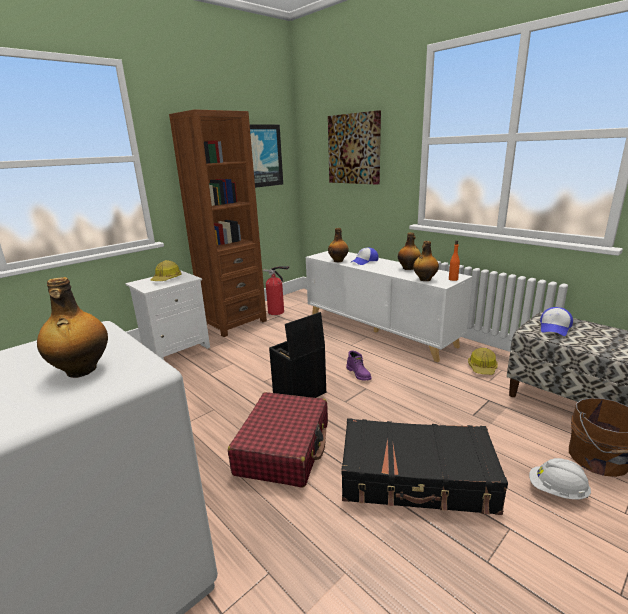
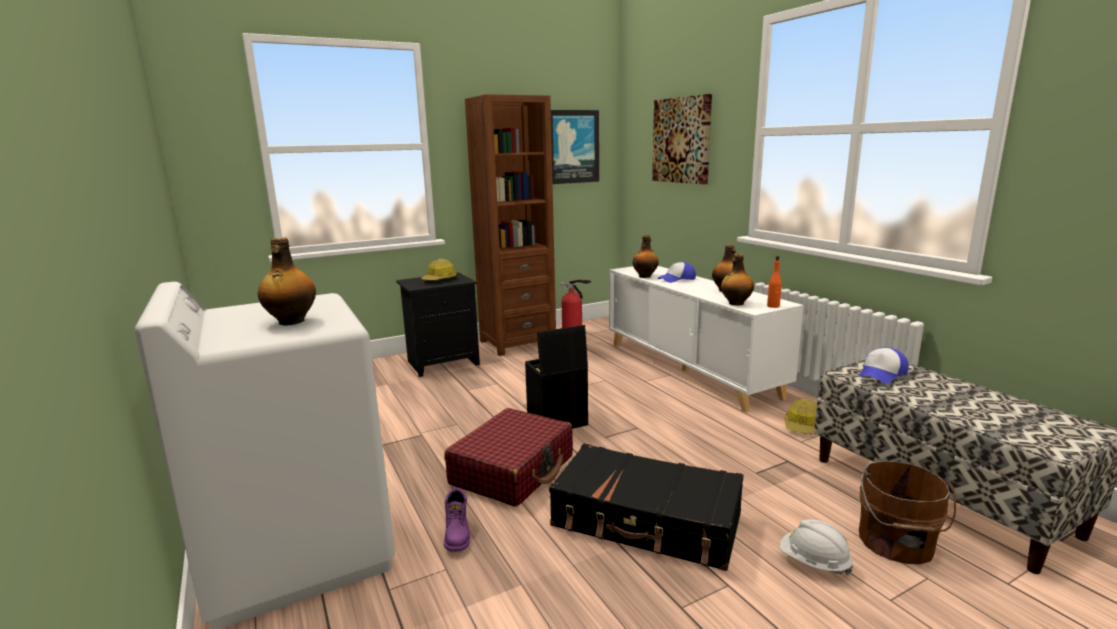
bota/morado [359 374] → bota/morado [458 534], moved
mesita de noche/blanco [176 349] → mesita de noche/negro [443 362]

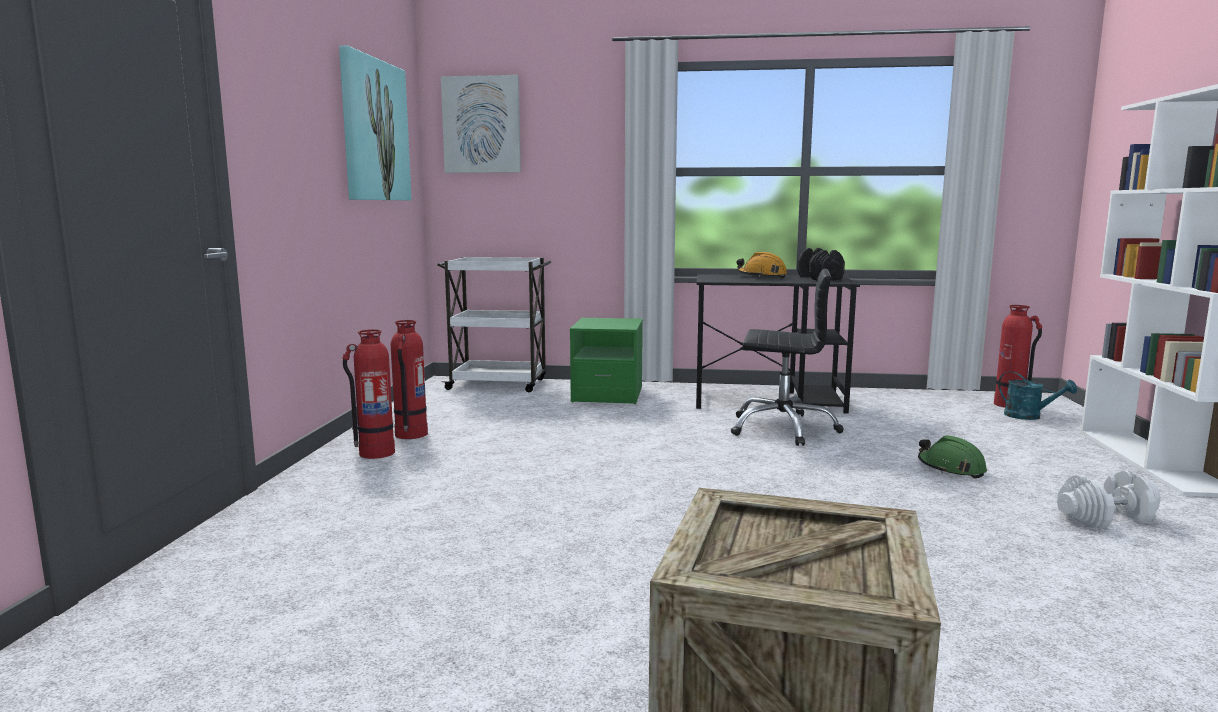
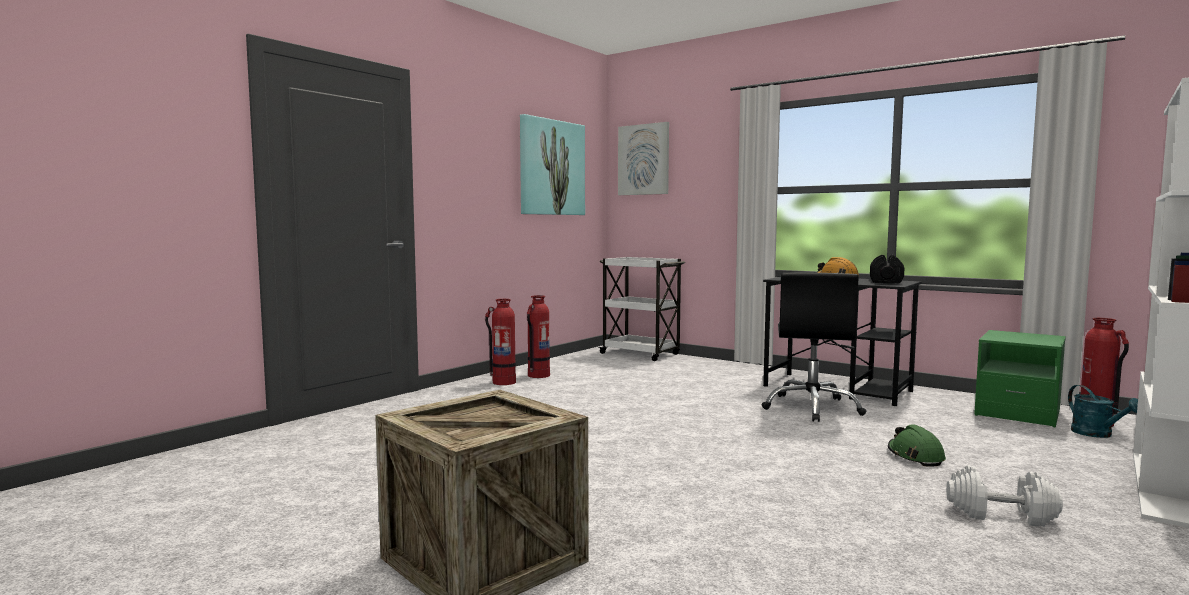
mesita de noche/verde [607 395] → mesita de noche/verde [1017 413], moved
silla de oficina/negro [783 428] → silla de oficina/negro [812 408], 60 degrees clockwise

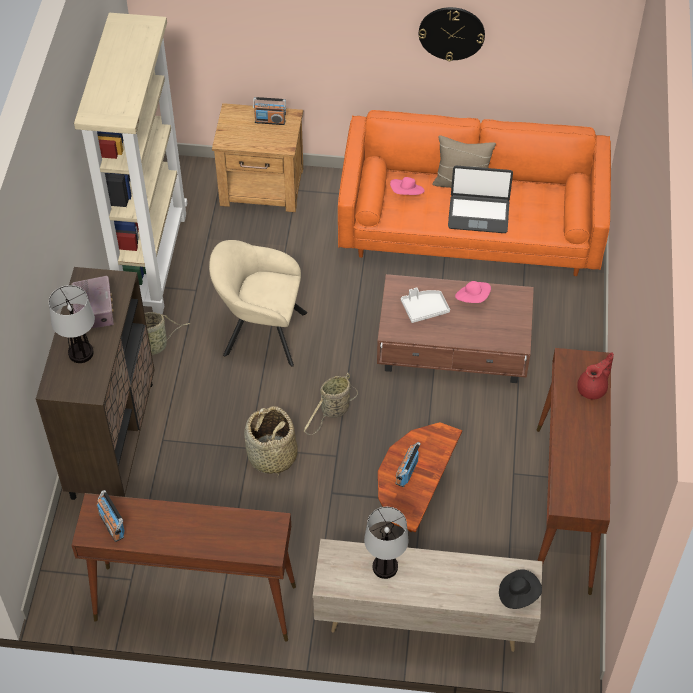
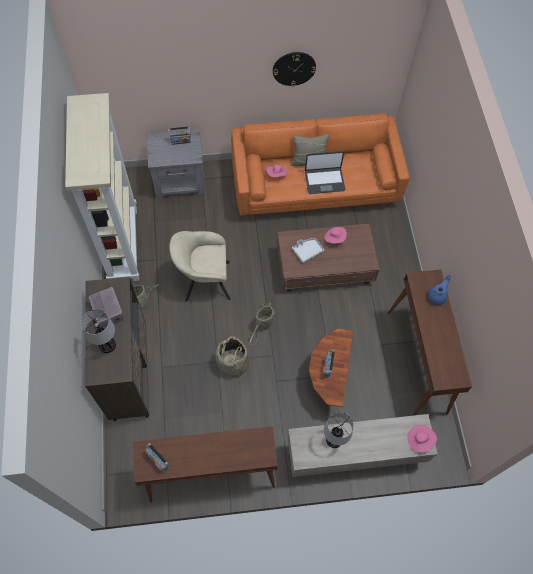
mesita de noche/marrón [263 188] → mesita de noche/gris [180 181]
sombrero/negro [518 594] → sombrero/rosa [420 440]
tetera/rojo [593 388] → tetera/azul [437 296]

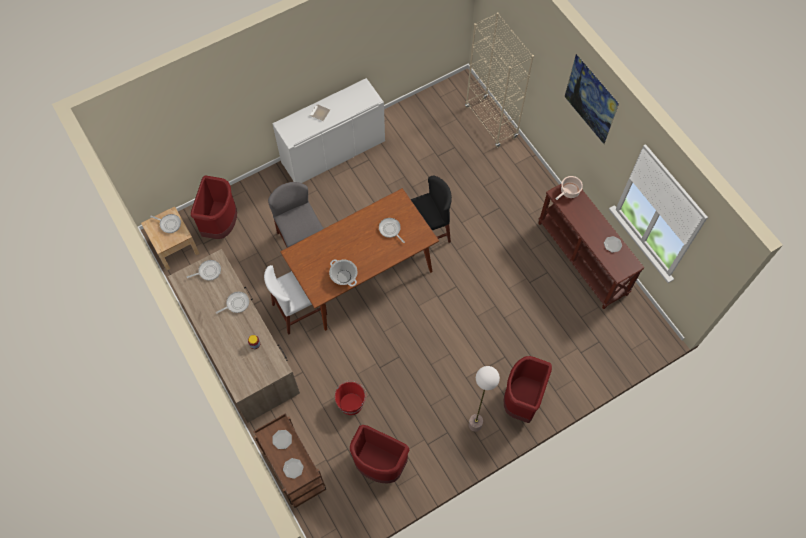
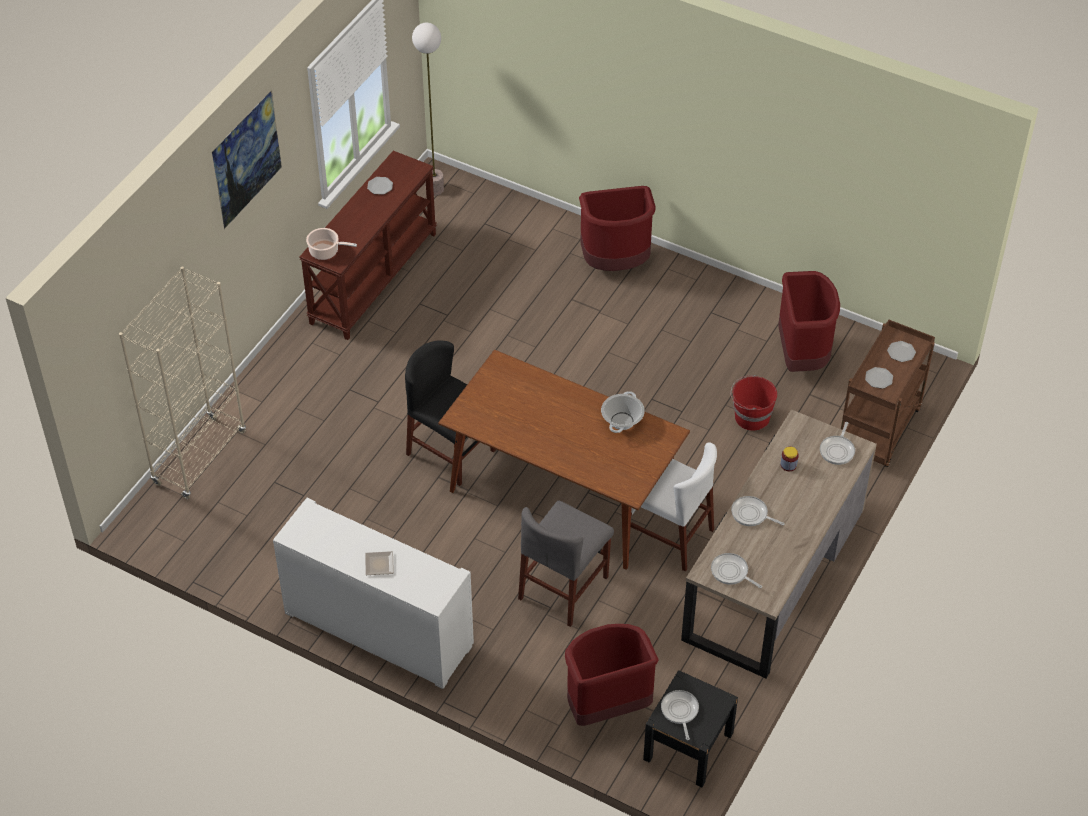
sartén [390 230] → sartén [837 450], moved
lámpara de pie [475 424] → lámpara de pie [434 189], moved
mesita de noche/beis [175 247] → mesita de noche/negro [688 746]

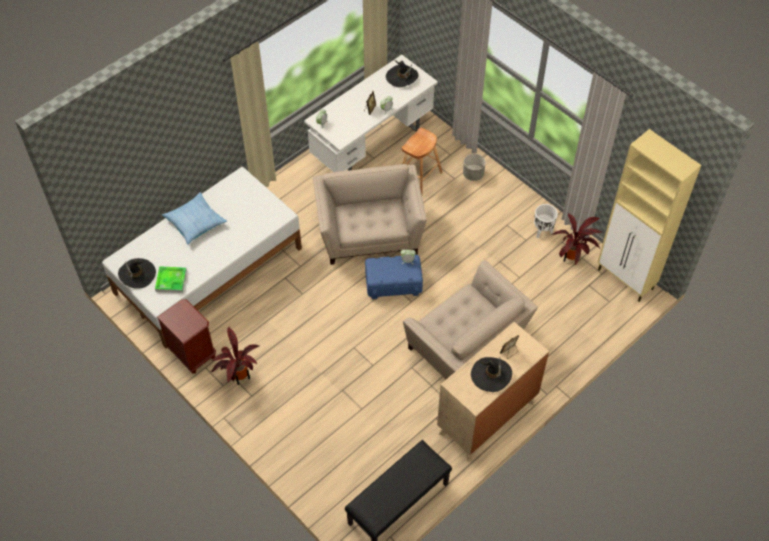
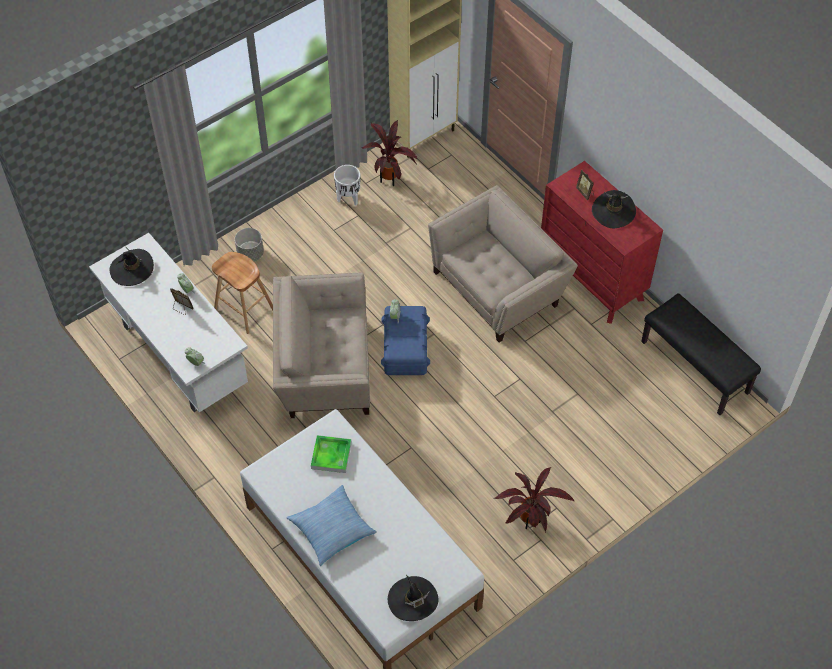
mesita de noche/marrón [193 354] → -
bandeja [171 281] → bandeja [331 455], moved
cómoda/beis [487 418] → cómoda/rojo [592 278]

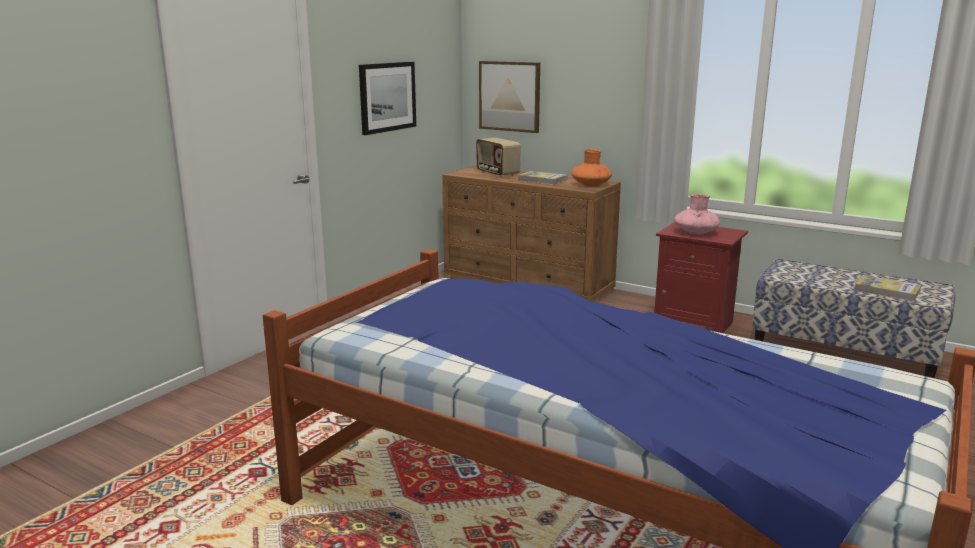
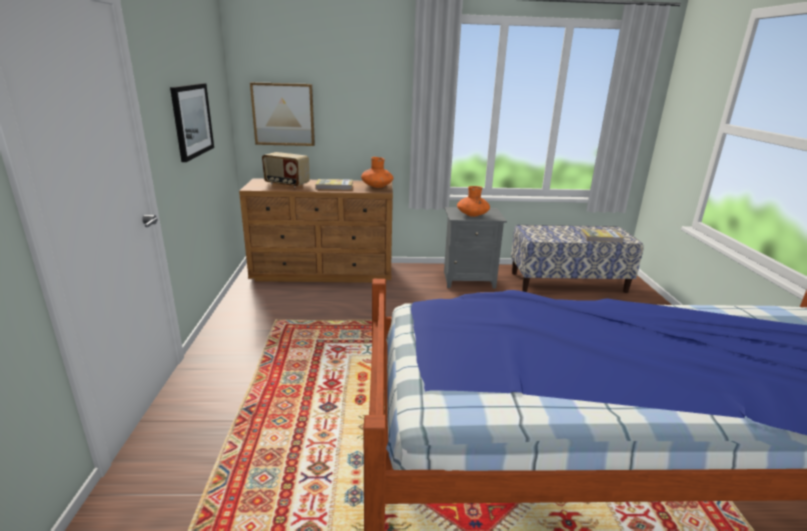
mesita de noche/rojo [694 323] → mesita de noche/gris [468 279]
florero/rosa [695 232] → florero/naranja [472 215]

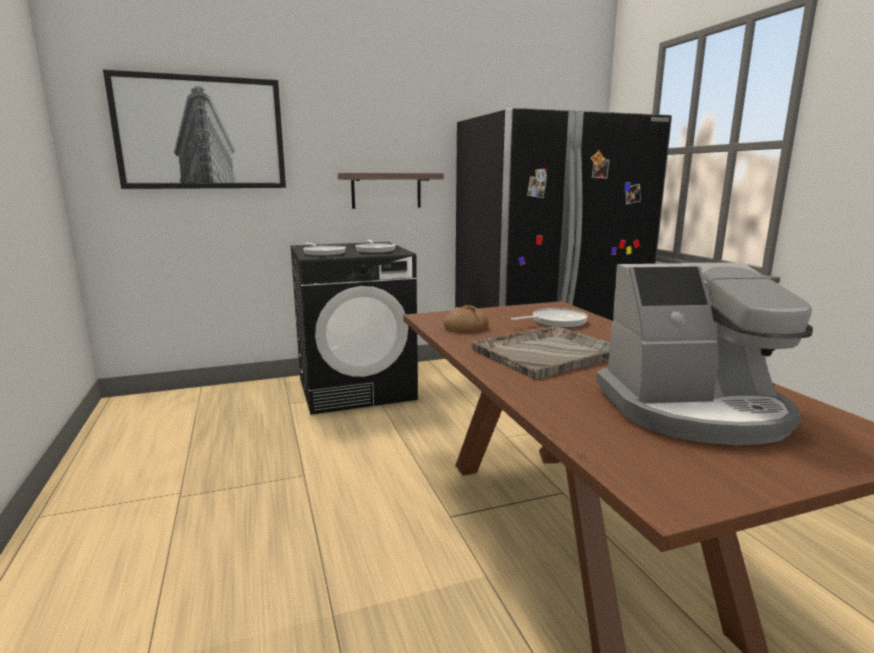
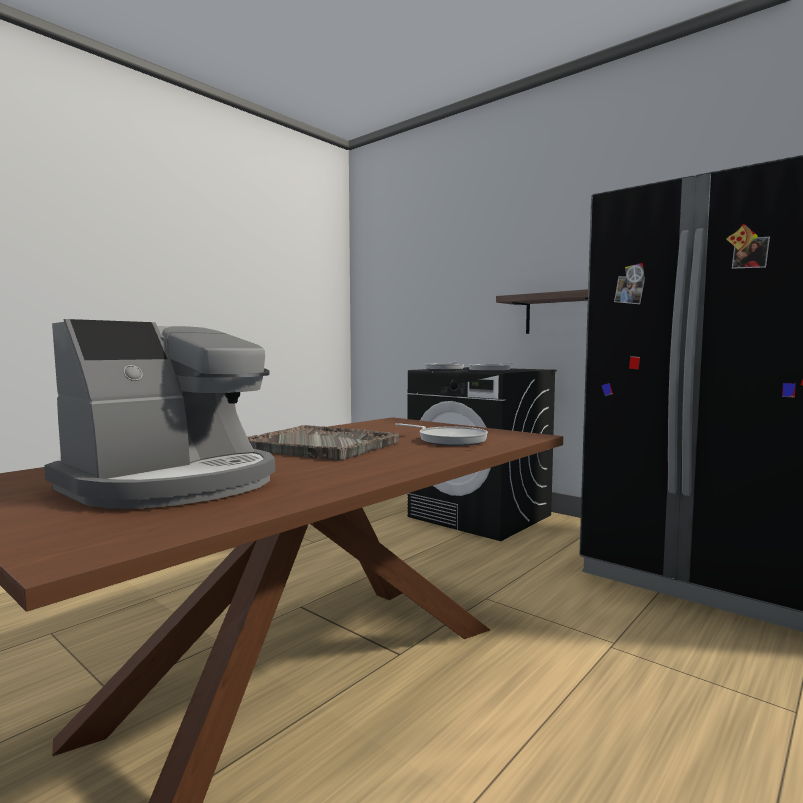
cuadro [201 133] → -
pan [466 328] → -
cafetera [694 409] → cafetera [173 483], 105 degrees counterclockwise

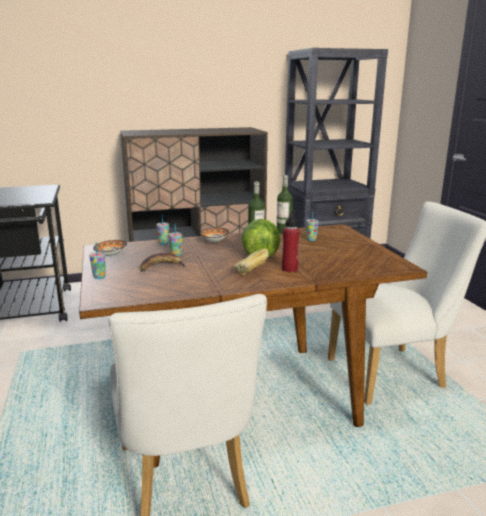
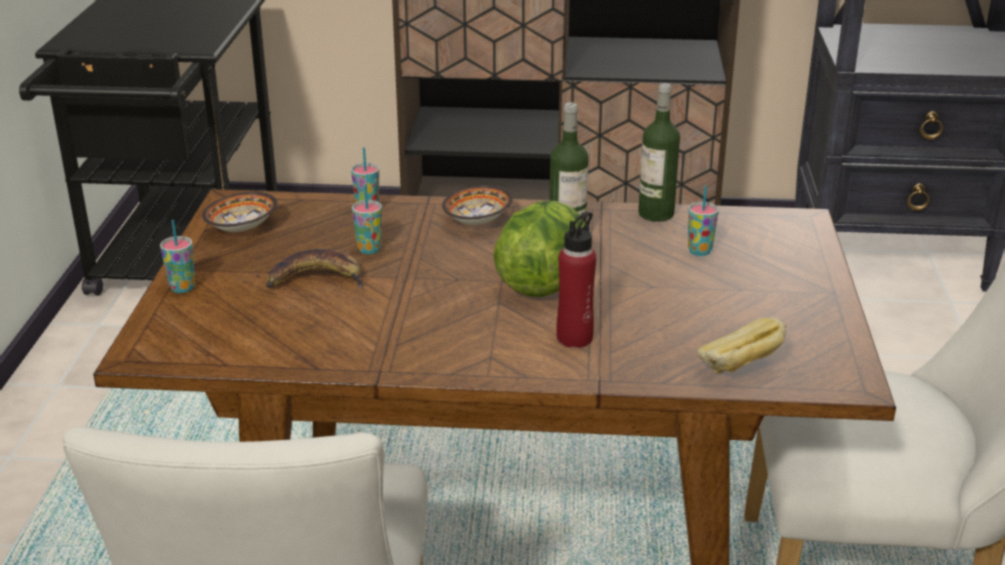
pan [251 273] → pan [739 371], moved

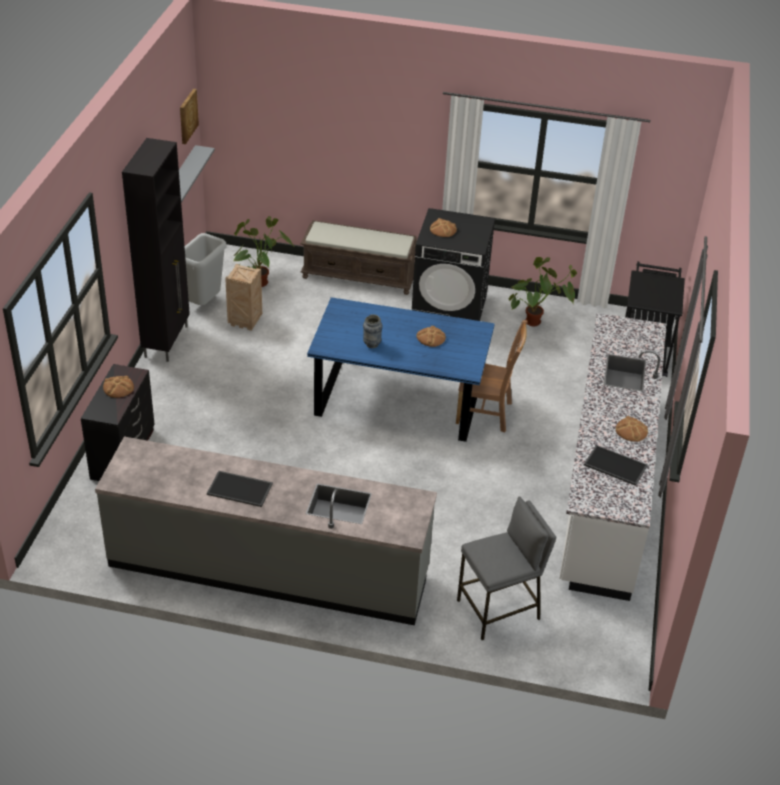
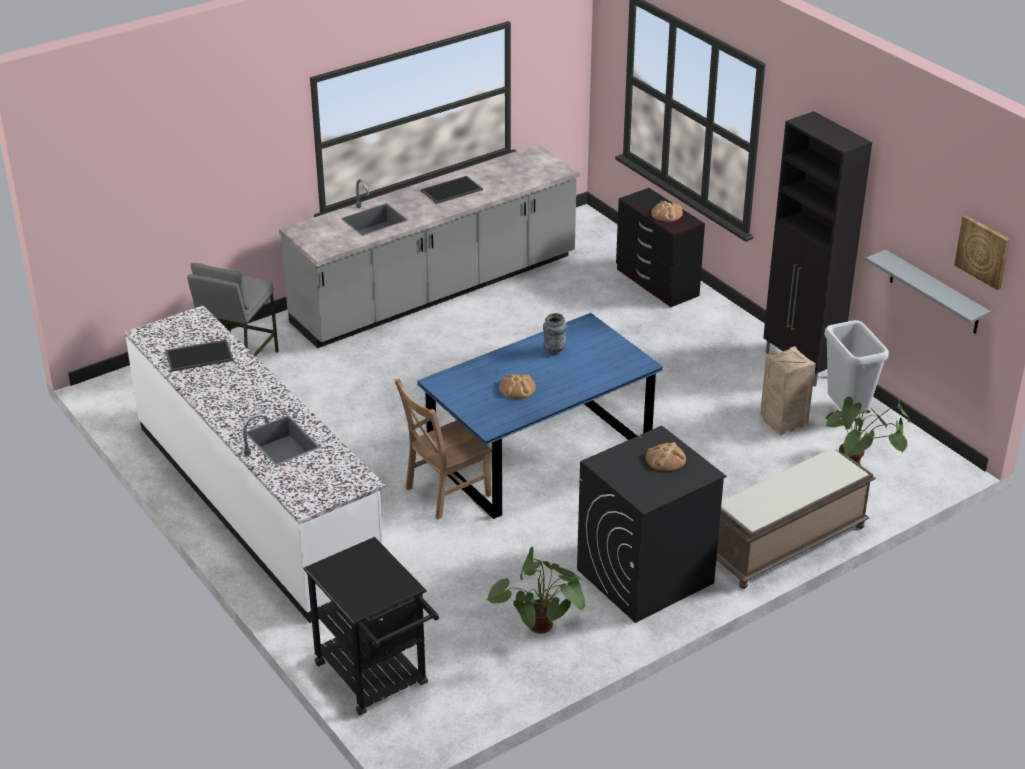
pan [631 430] → -

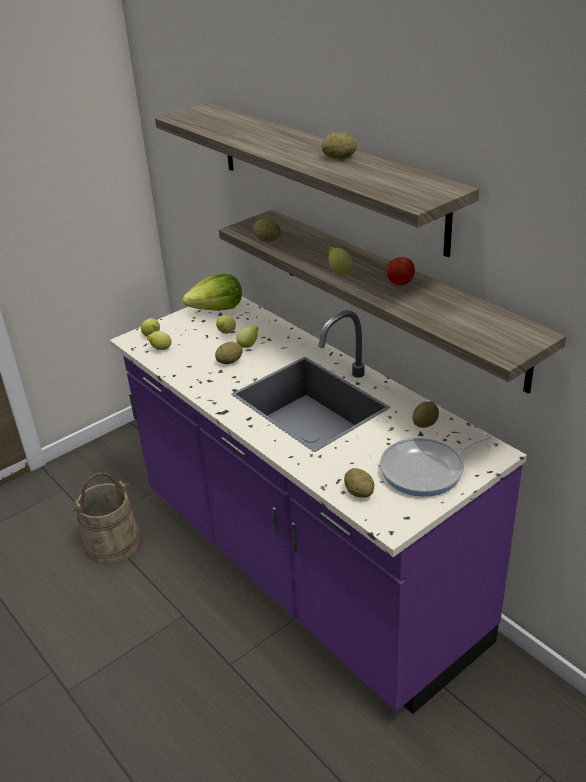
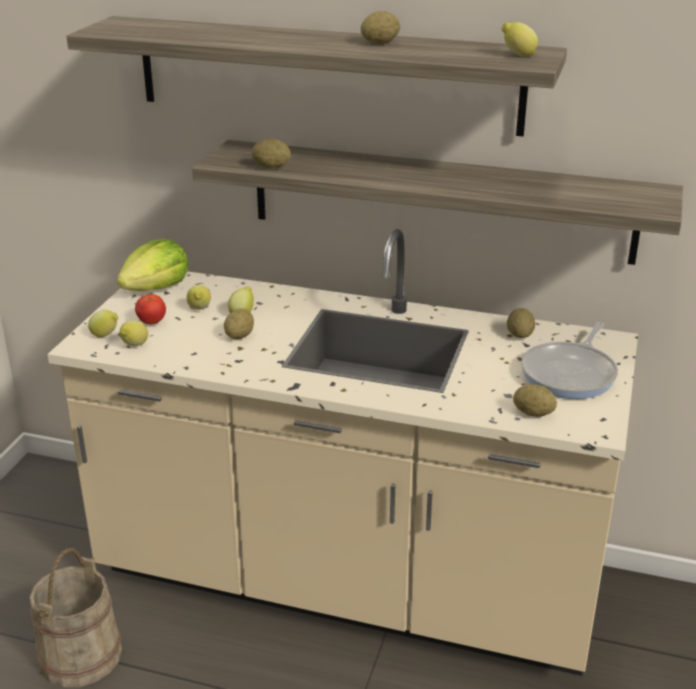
limón [339 272] → limón [517 55], moved
tomate [400 283] → tomate [152 322], moved
mueble bajo de cocina/morado [304 567] → mueble bajo de cocina/beis [348 584]

